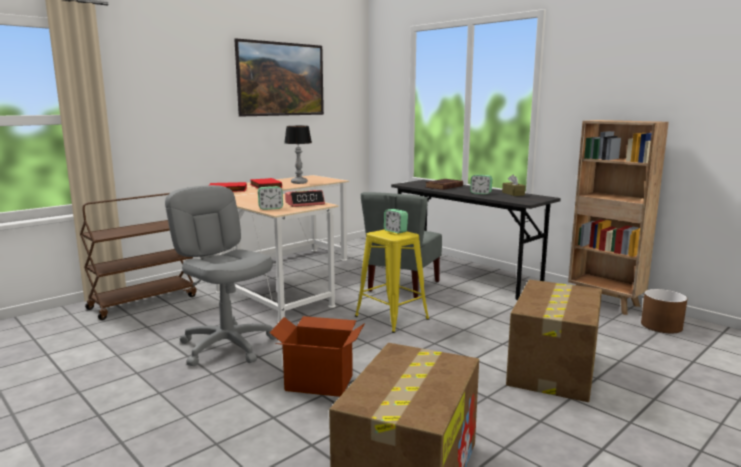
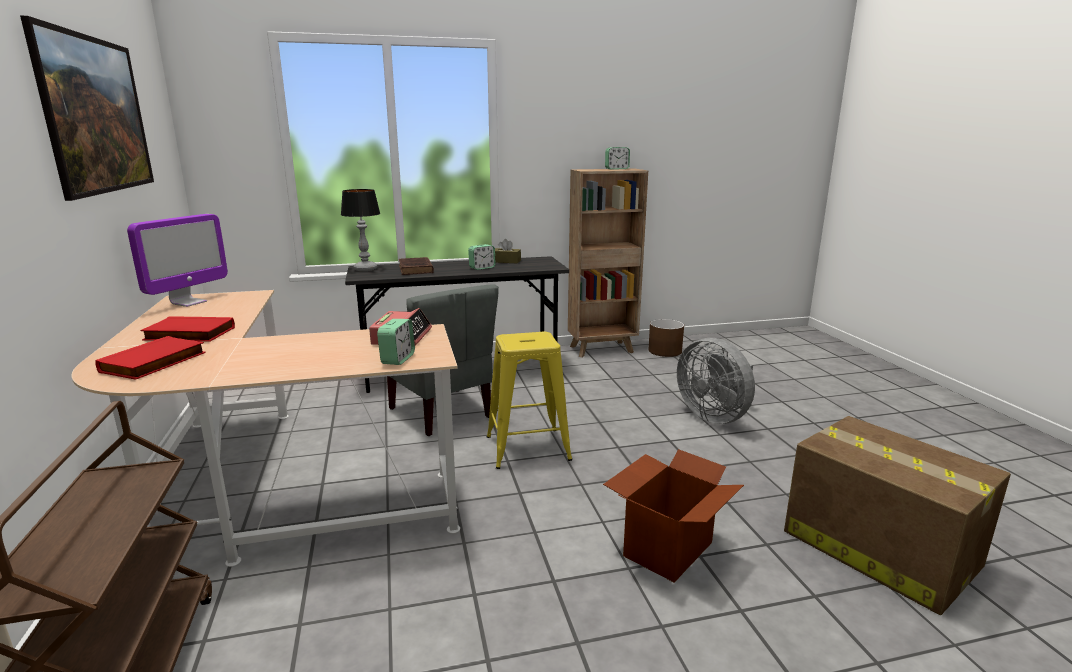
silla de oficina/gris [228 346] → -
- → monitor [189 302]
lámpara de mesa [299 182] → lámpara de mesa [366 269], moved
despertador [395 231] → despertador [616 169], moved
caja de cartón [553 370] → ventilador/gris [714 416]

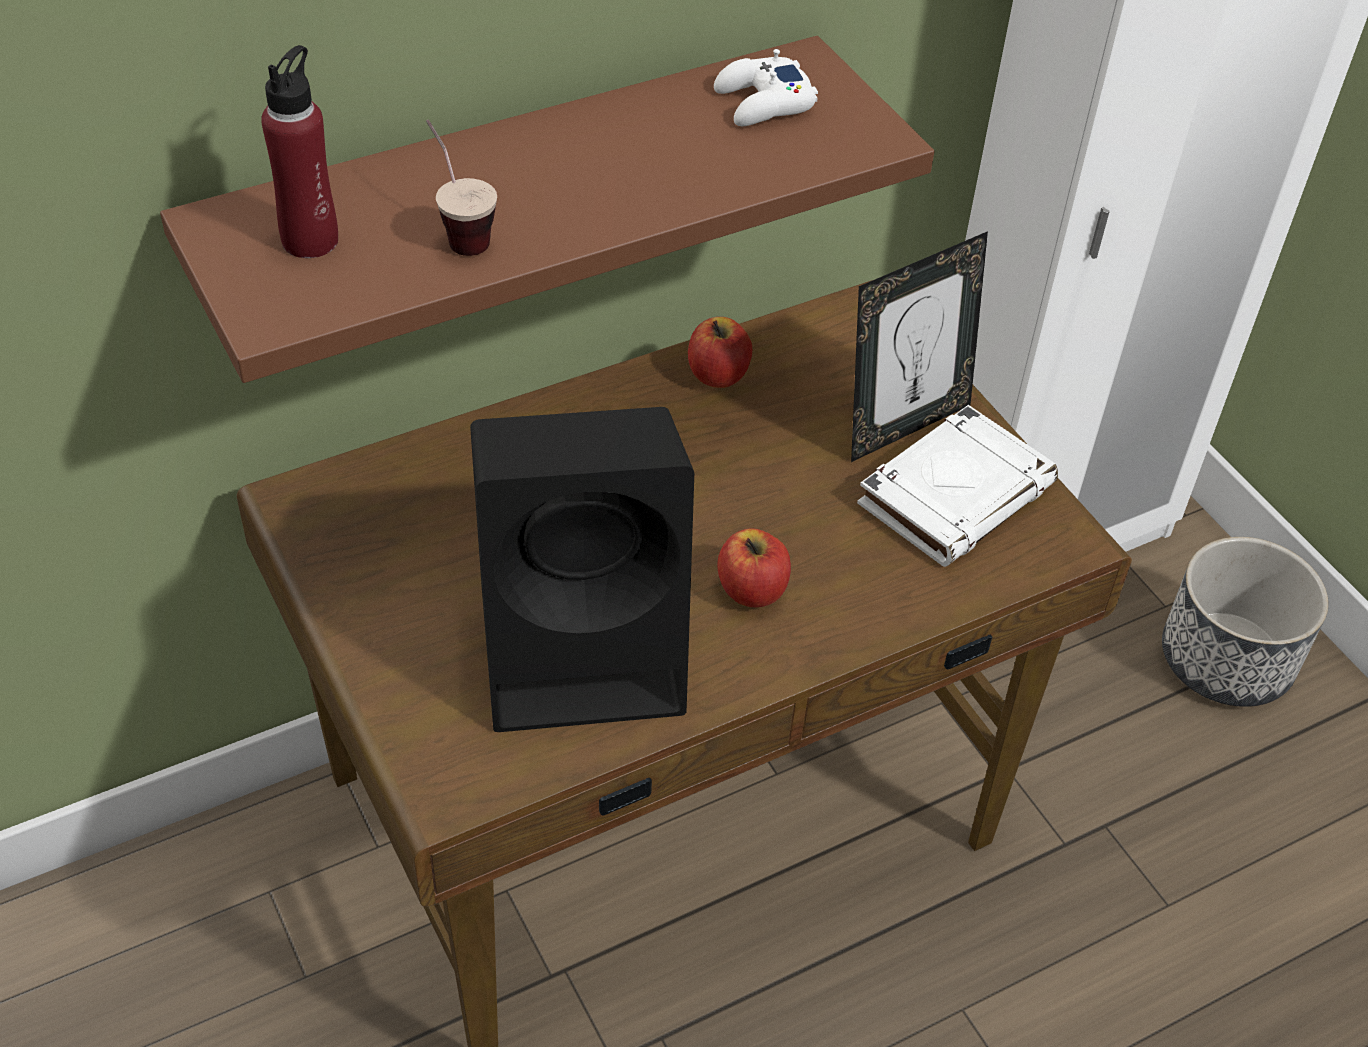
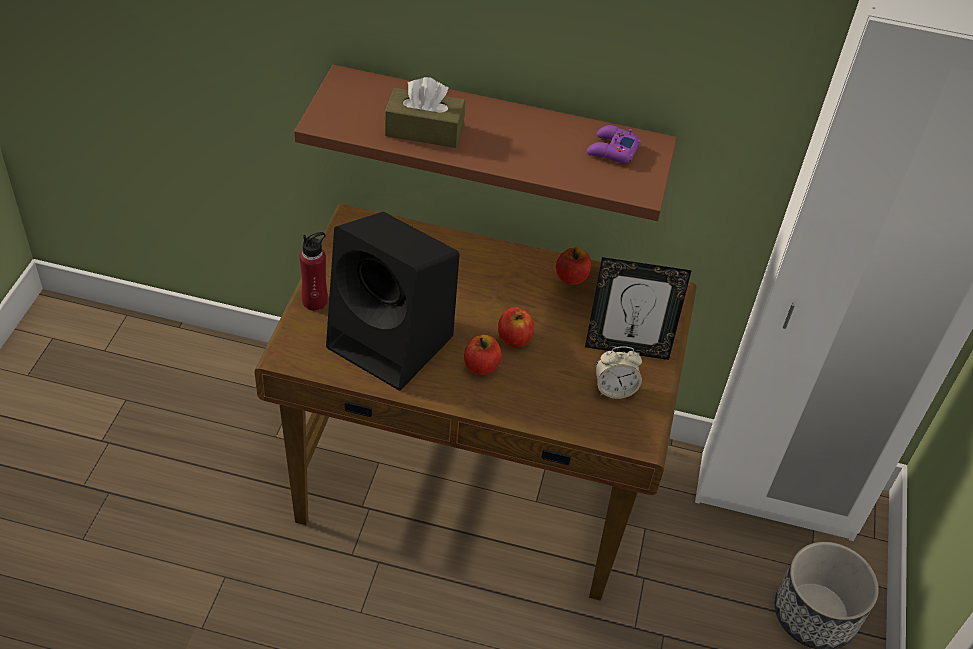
- → manzana [514 338]
botella/rojo [310 240] → botella/rojo [315 301], moved
taza [458 231] → caja de pañuelos/marrón [424 130]
libro/blanco [956 494] → despertador [614 389]
mando de consola/blanco [763 103] → mando de consola/morado [611 150]

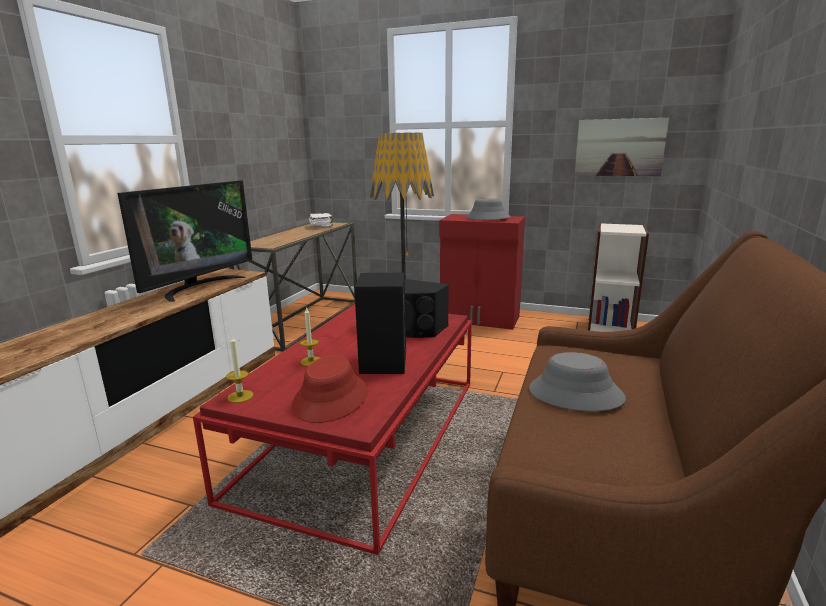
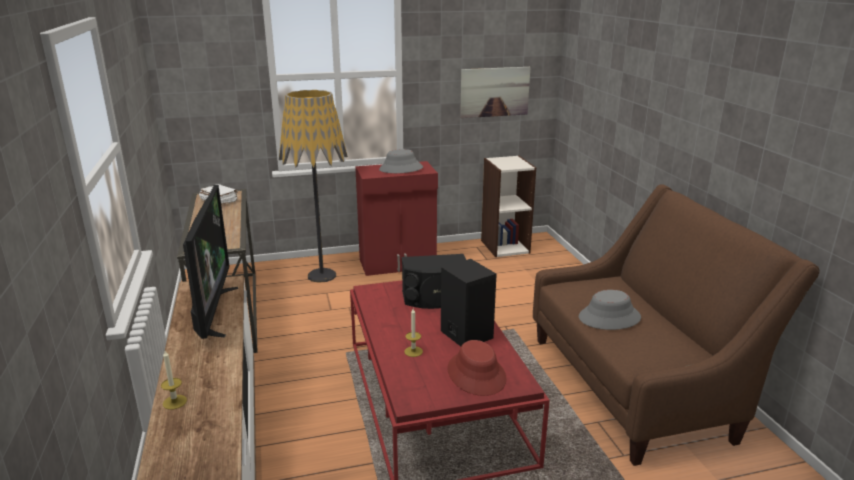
vela [240 396] → vela [174 402], moved

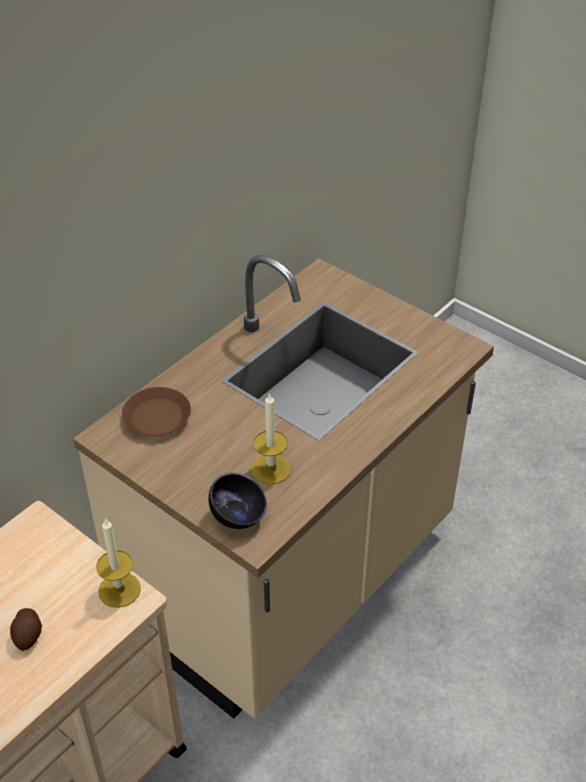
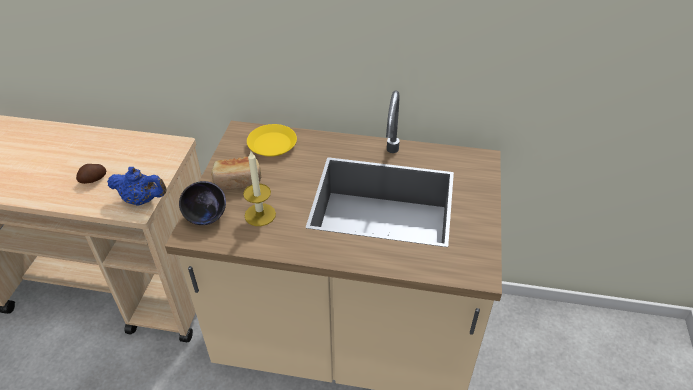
- → pan [238 181]
vela [119 589] → tetera/azul [142 200]
plato/marrón [157 416] → plato/amarillo [272 144]

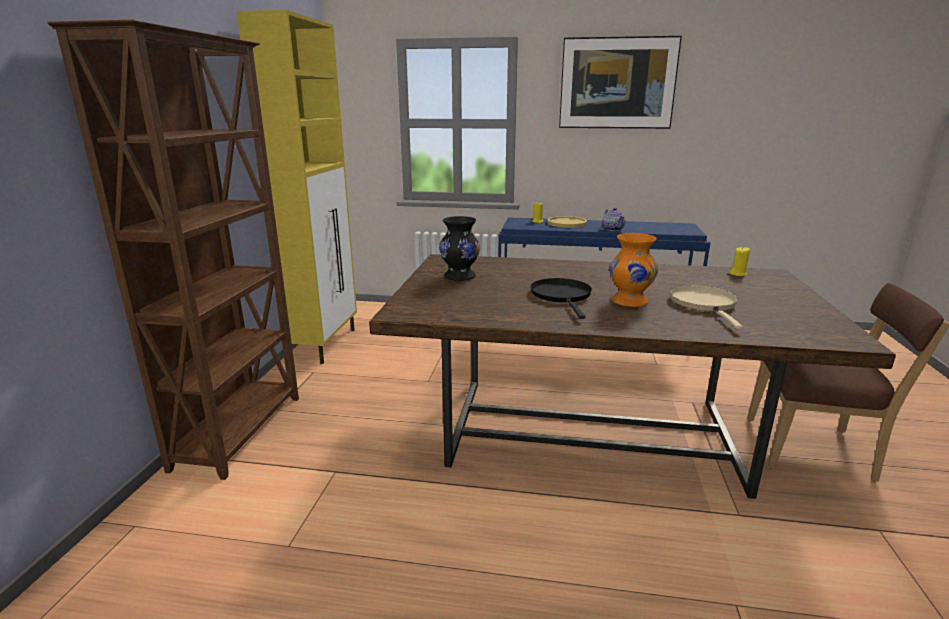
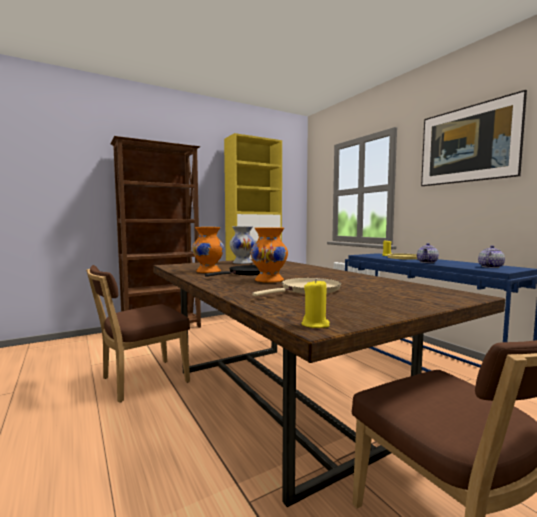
- → silla/marrón [141 381]
- → florero/naranja [209 272]
- → tetera [490 267]
vela/amarillo [738 274] → vela/amarillo [315 324], moved
florero/negro [459 276] → florero/blanco [242 263]

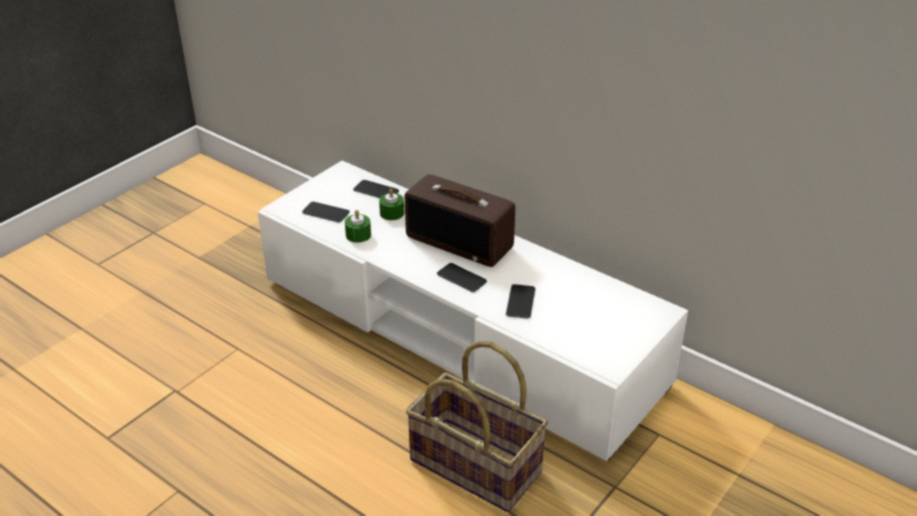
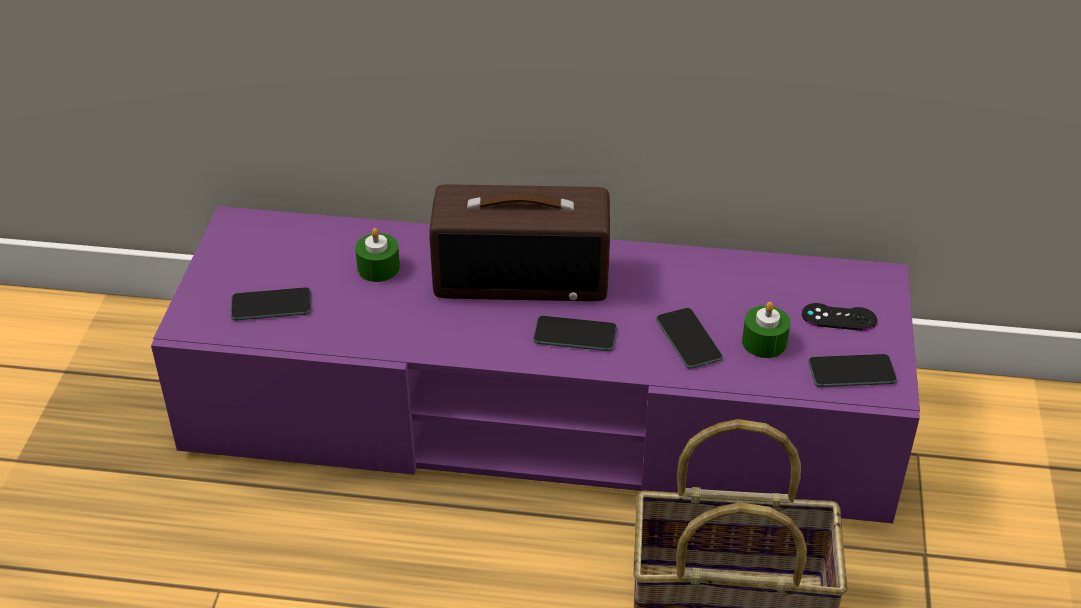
- → mando de consola/negro [839 317]
vela/verde [358 235] → vela/verde [764 342], moved
móvil [376 191] → móvil [851 372], moved
mueble de televisión/blanco [458 331] → mueble de televisión/morado [540 415]

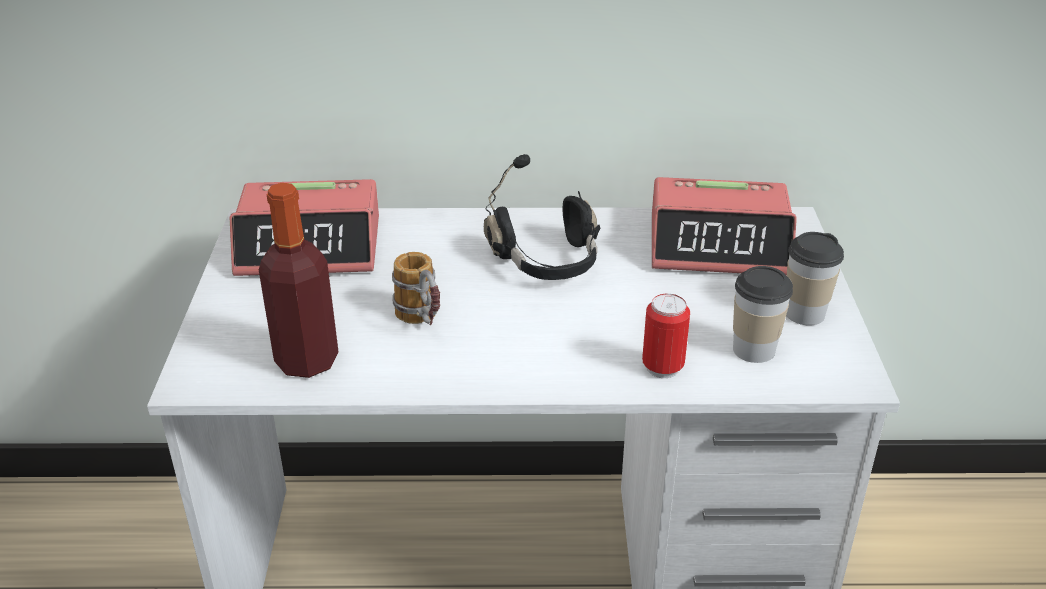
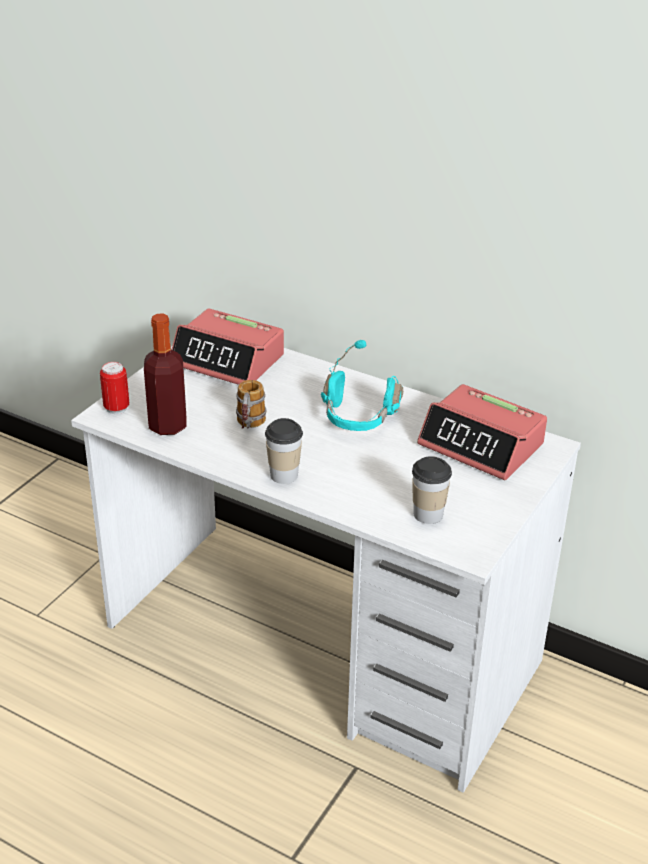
lata [662 367] → lata [116 408], moved
taza [804 313] → taza [284 475], moved
auriculares/negro [547 261] → auriculares/turquesa [358 417]

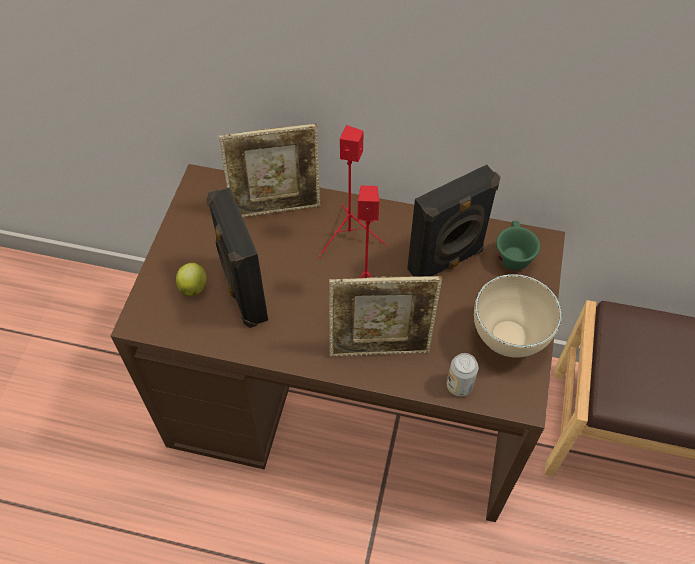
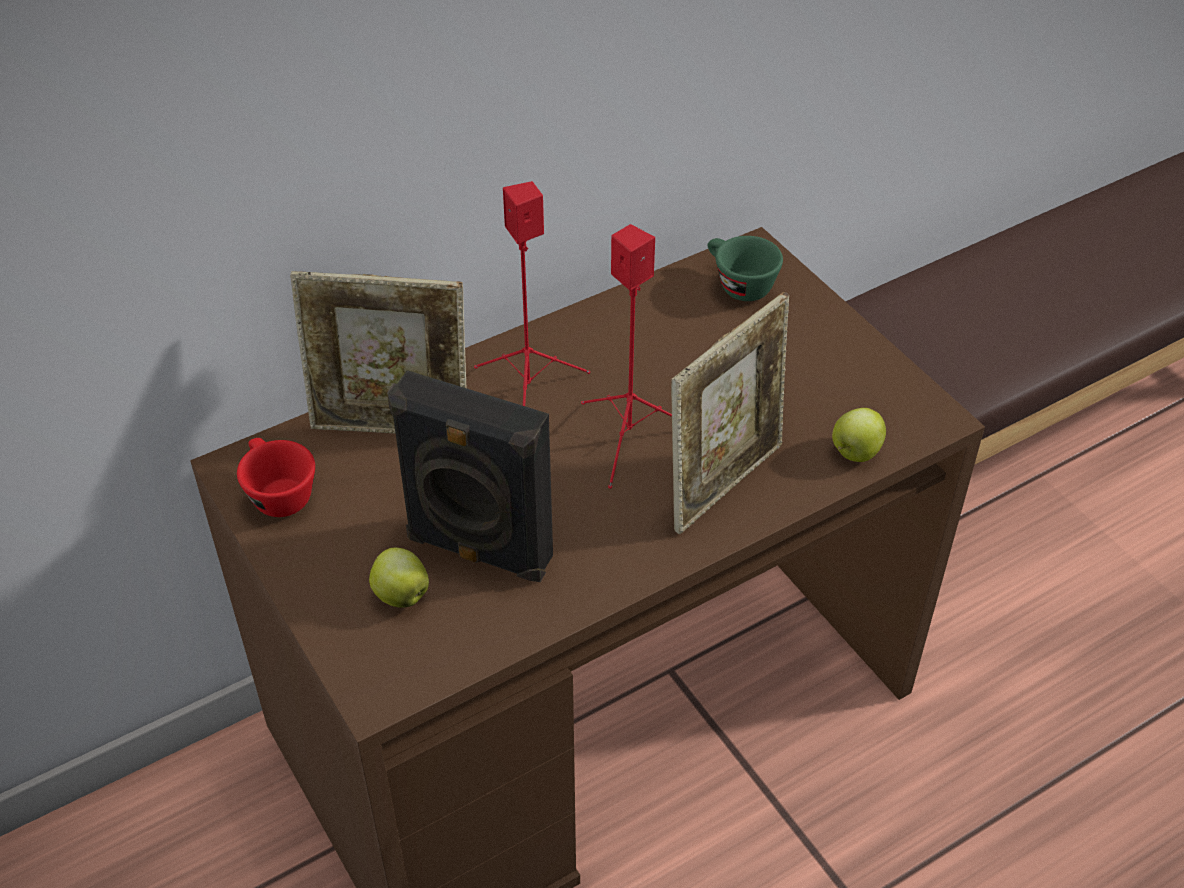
altavoz/negro [446 262] → -
cuenco/beis [506 341] → -
- → taza/rojo [277 493]
lata [459 385] → manzana [855 453]
portarretratos [276 208] → portarretratos [392 427], 60 degrees clockwise

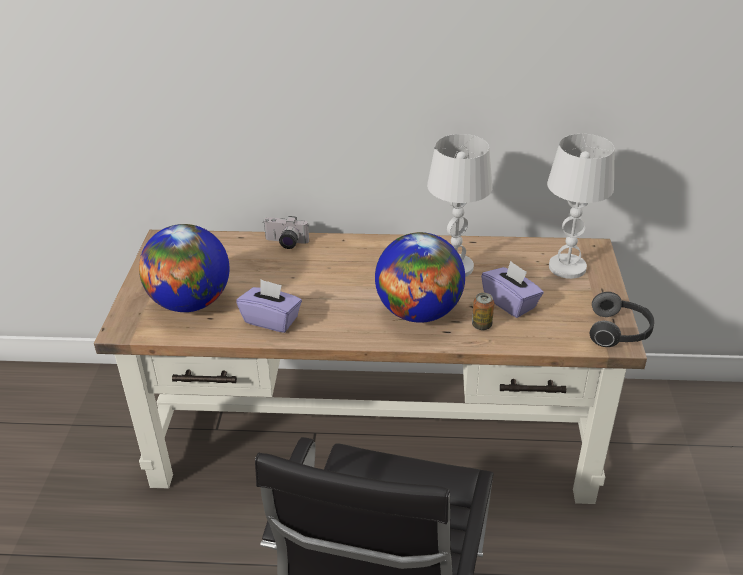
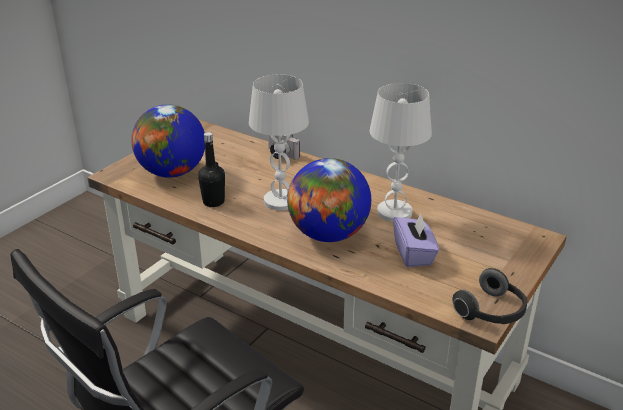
lata [481 325] → -
lámpara de mesa/blanco [567 267] → lámpara de mesa/blanco [281 201], moved
caja de pañuelos/morado [271 320] → botella/negro [213 202]

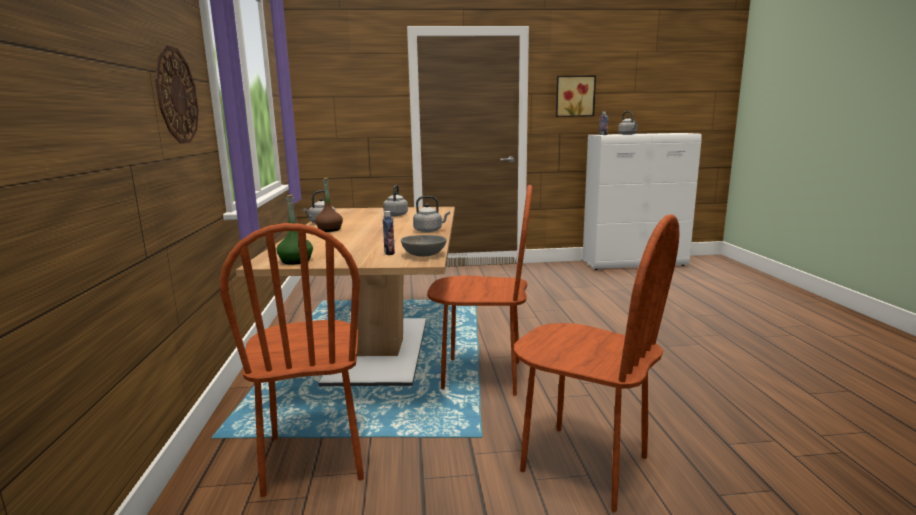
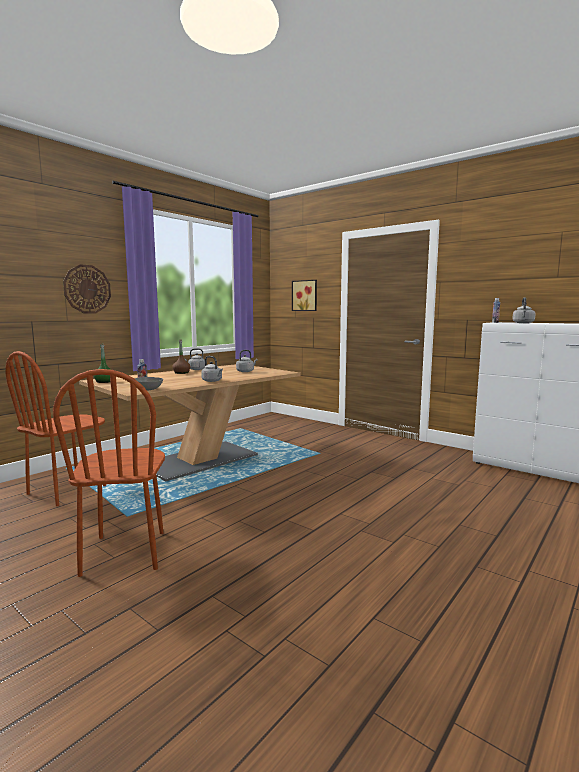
silla/marrón [482 376] → -
cuadro [574 96] → cuadro [305 295], moved

